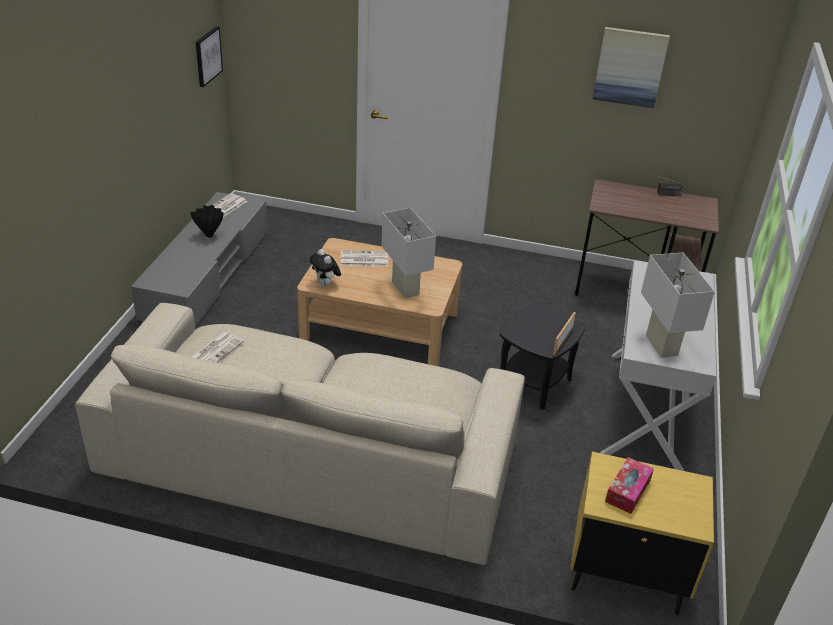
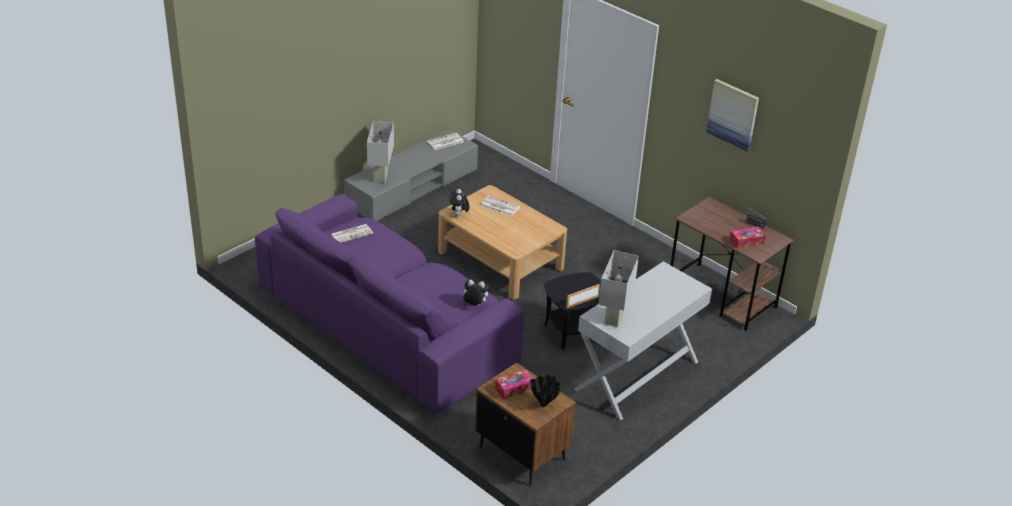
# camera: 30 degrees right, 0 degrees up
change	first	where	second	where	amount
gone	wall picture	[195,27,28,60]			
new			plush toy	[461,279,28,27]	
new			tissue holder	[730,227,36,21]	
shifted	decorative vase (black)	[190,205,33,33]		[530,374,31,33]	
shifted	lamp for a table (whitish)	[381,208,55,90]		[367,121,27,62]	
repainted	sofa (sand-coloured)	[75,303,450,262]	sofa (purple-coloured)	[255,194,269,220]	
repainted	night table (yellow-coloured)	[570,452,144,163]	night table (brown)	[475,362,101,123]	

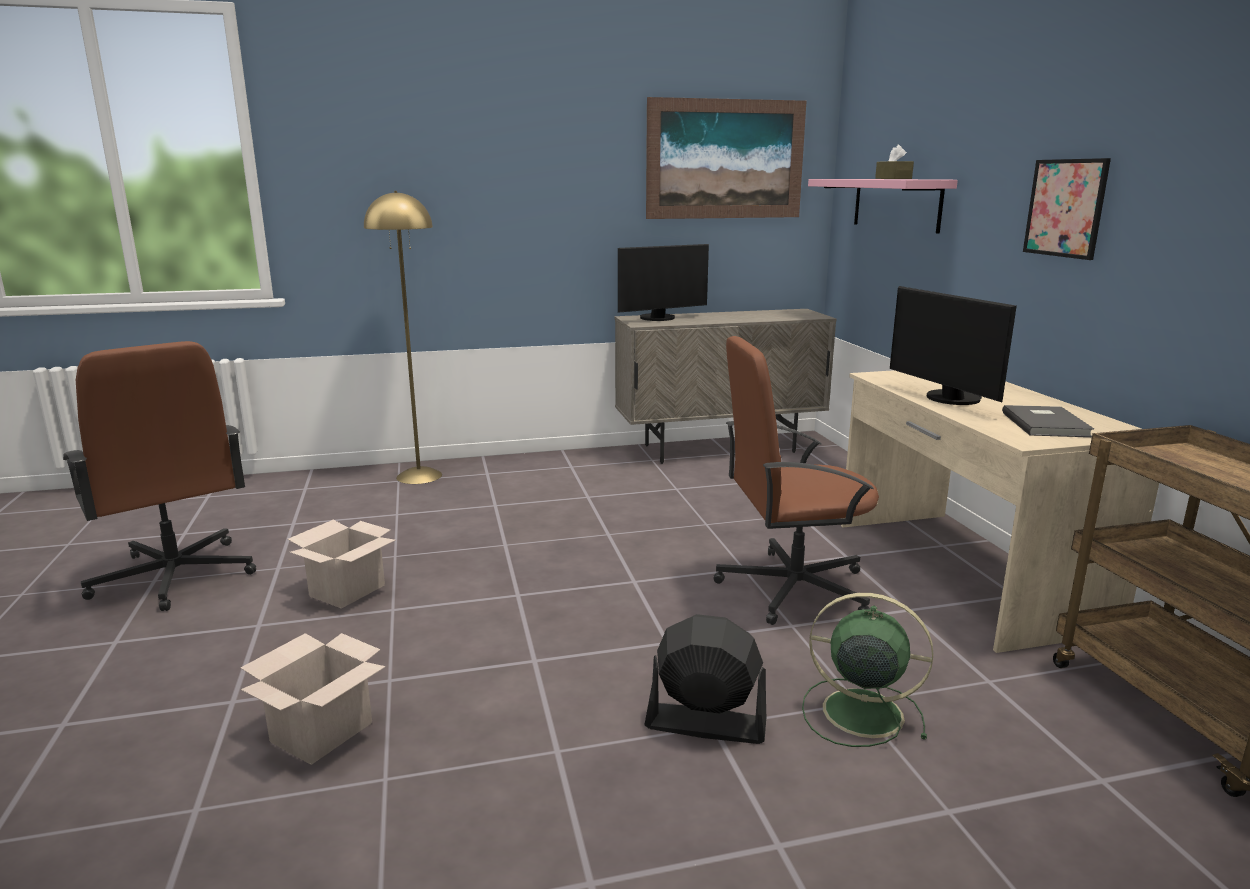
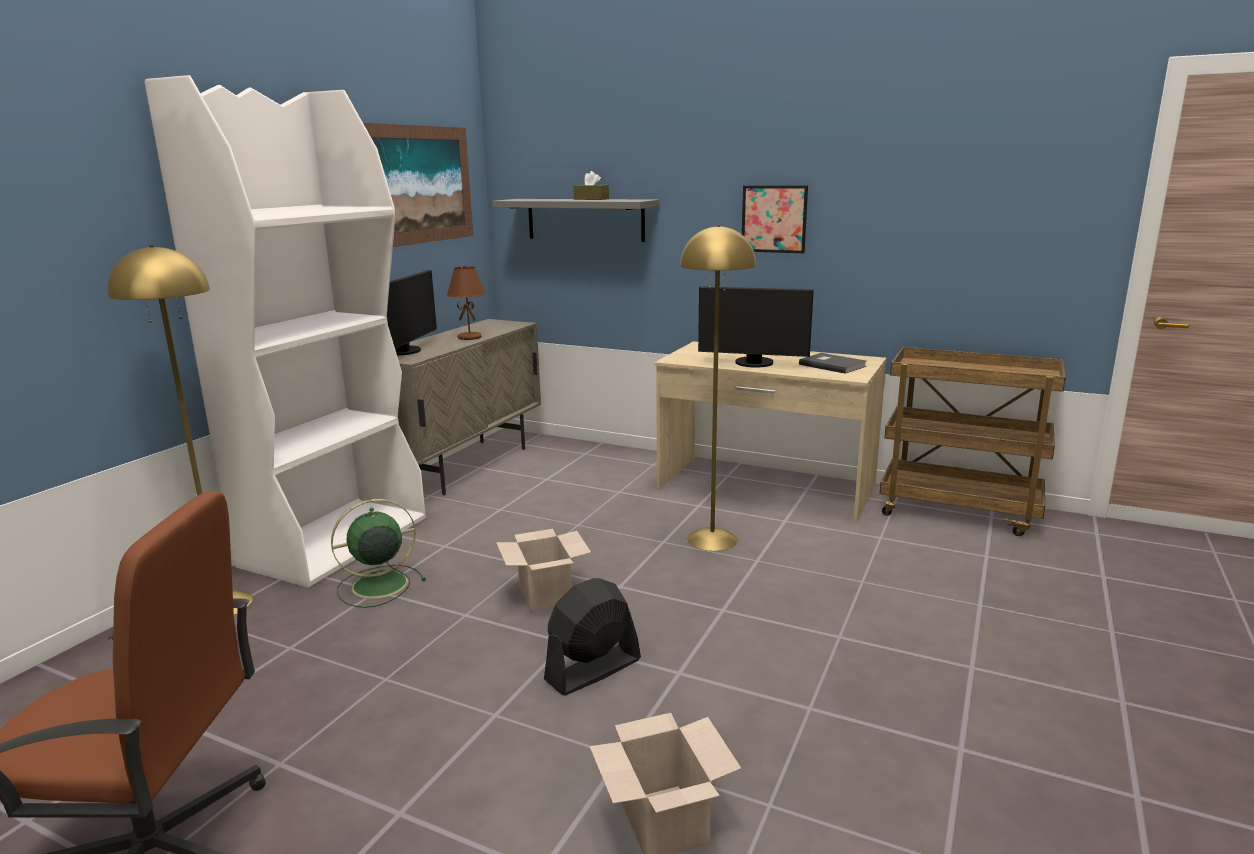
# camera: 50 degrees left, 0 degrees up
change	first	where	second	where	amount
new			bookshelf (whitish)	[145,75,281,513]	
new			lamp for a table (brown)	[447,266,39,74]	
shifted	cardboard box	[288,520,108,89]		[496,529,95,82]	
shifted	fan (black)	[644,614,122,130]		[544,578,97,117]	
shifted	fan (green)	[802,593,131,154]		[331,499,95,109]	
swapped	computer chair (brown)	[713,336,166,289]	standard lamp (yellow-coloured)	[680,224,76,327]	
repainted	bracket shelf (pink-coloured)	[808,179,150,55]	bracket shelf (gray)	[492,199,167,43]	

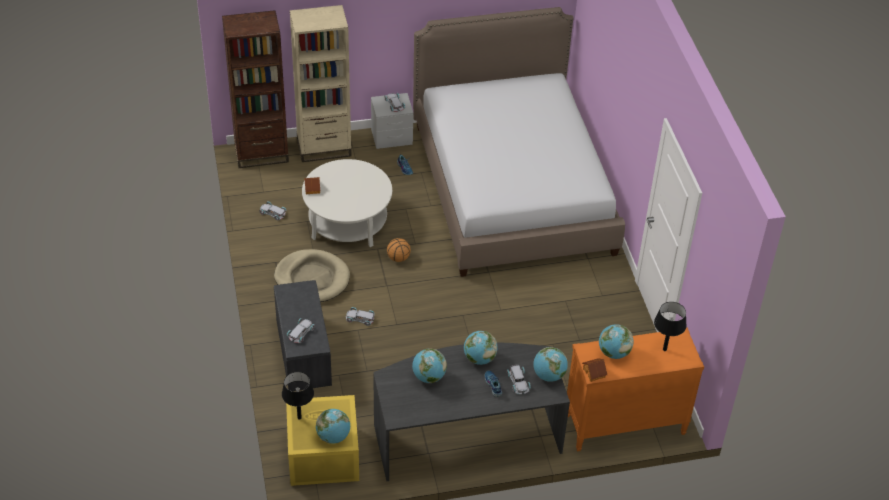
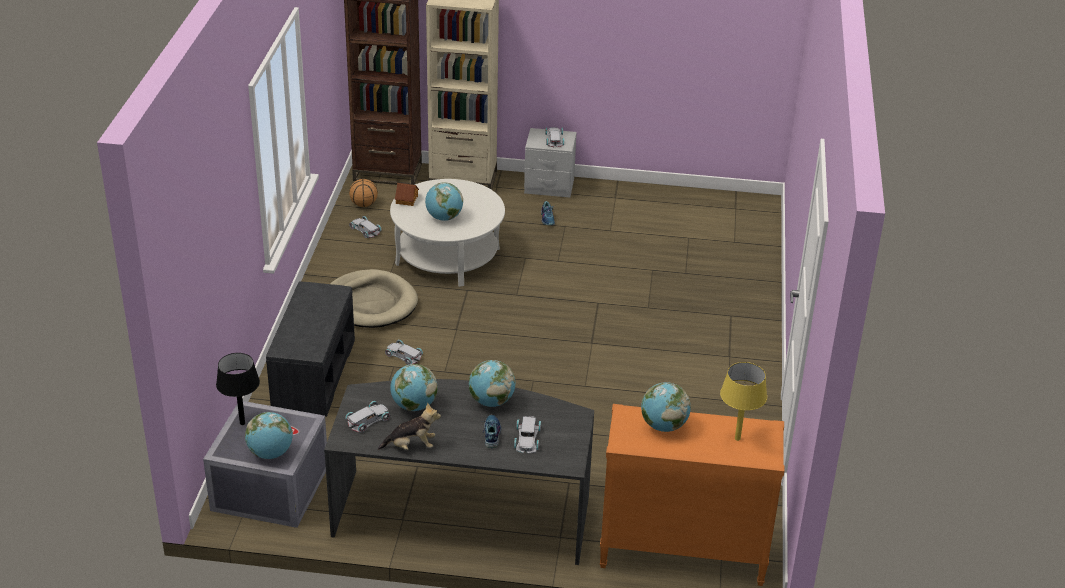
# camera: 20 degrees right, 10 degrees down
change	first	where	second	where	amount
gone	bed	[413,7,212,270]			
gone	toy house	[582,358,25,24]			
new			plush toy	[378,402,63,48]	
shifted	model car (whitish)	[286,318,29,25]		[345,401,45,32]	
shifted	basketball	[387,238,24,24]		[349,179,29,28]	
shifted	desk globe	[533,347,35,35]		[425,182,38,39]	
repainted	storage bin (yellow-coloured)	[286,395,73,91]	storage bin (gray)	[203,401,124,127]	
repainted	lamp for a table (black)	[654,302,33,49]	lamp for a table (yellow-coloured)	[720,362,47,79]	

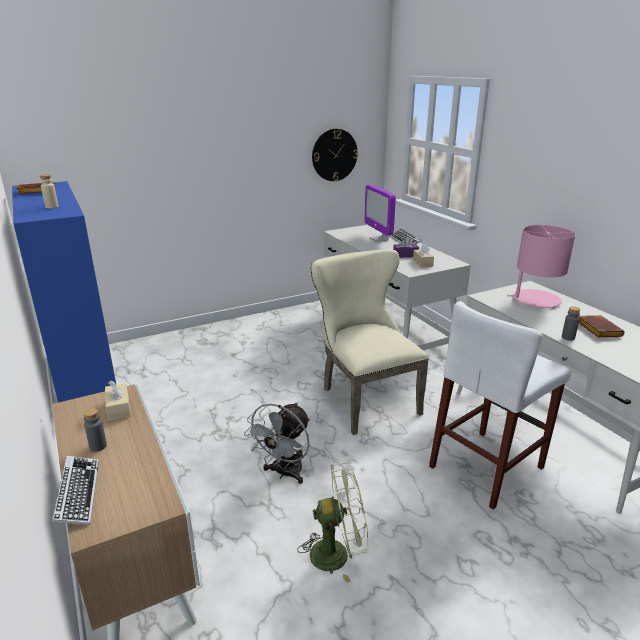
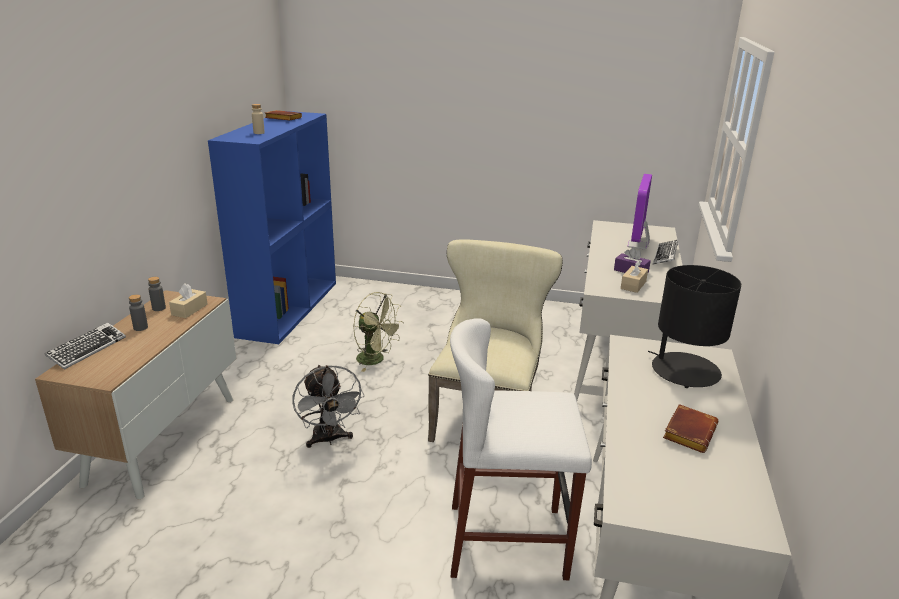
# camera: 40 degrees right, 0 degrees up
change	first	where	second	where	amount
gone	clock on the wall	[312,129,46,52]			
shifted	fan (green)	[297,463,72,120]		[353,292,50,80]	
shifted	beverage bottle (gray)	[562,306,18,35]		[148,277,18,34]	
repainted	lamp for a table (pink-coloured)	[507,225,69,83]	lamp for a table (black)	[648,265,93,123]	
rotated	fan (gray)	[244,403,66,81]		[292,365,73,83]	90 degrees counterclockwise

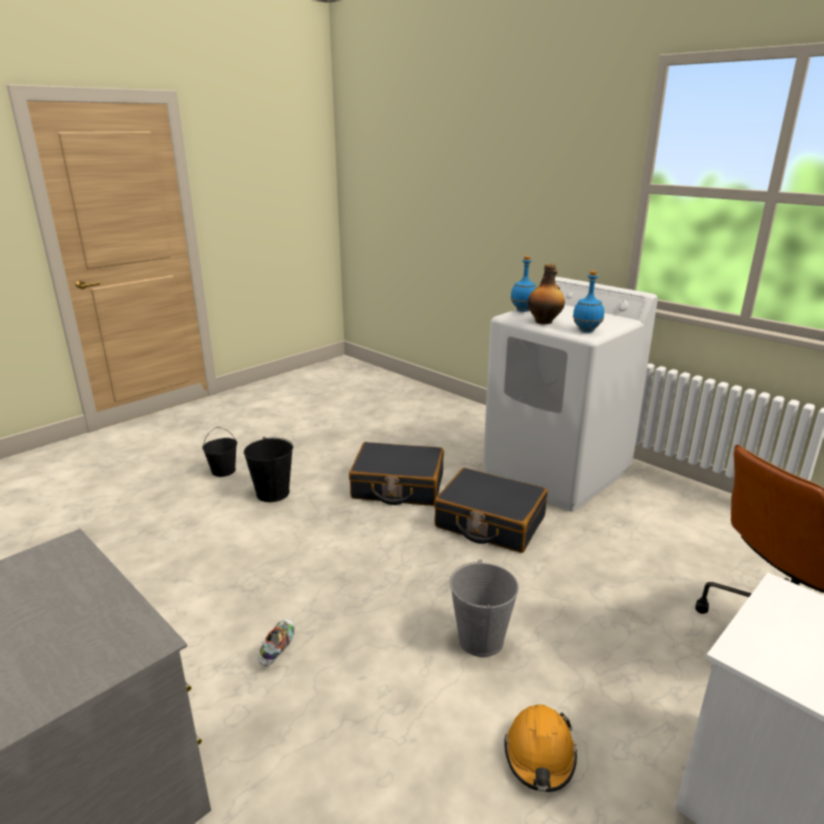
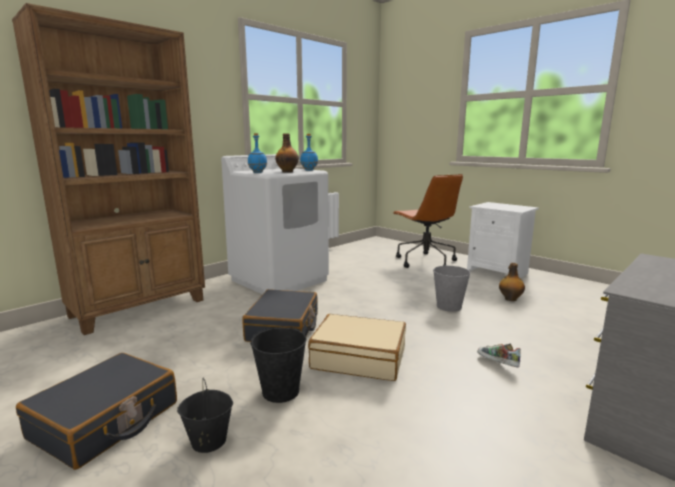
# camera: 90 degrees left, 10 degrees down
change	first	where	second	where	amount
new			bookshelf (brown)	[12,3,193,332]	
new			suitcase (sand-coloured)	[308,314,98,67]	
shifted	suitcase (black)	[434,468,114,85]		[16,353,161,117]	
swapped	hard hat (orange-coloured)	[504,704,73,88]	beverage bottle	[499,263,26,38]	
rotated	item of footwear	[258,619,36,47]		[477,344,44,24]	45 degrees clockwise

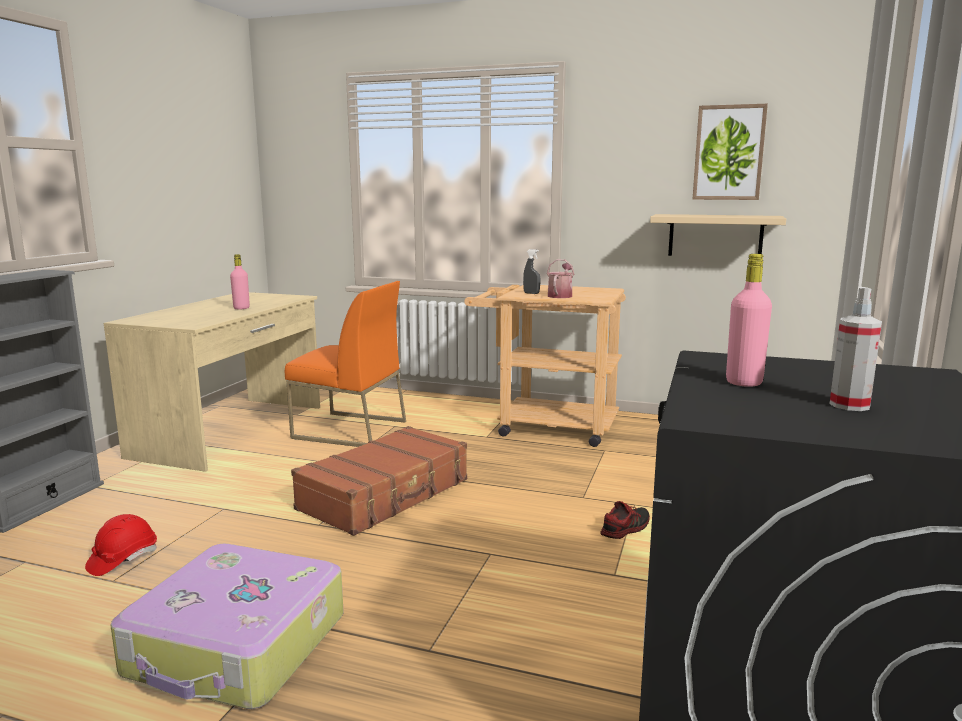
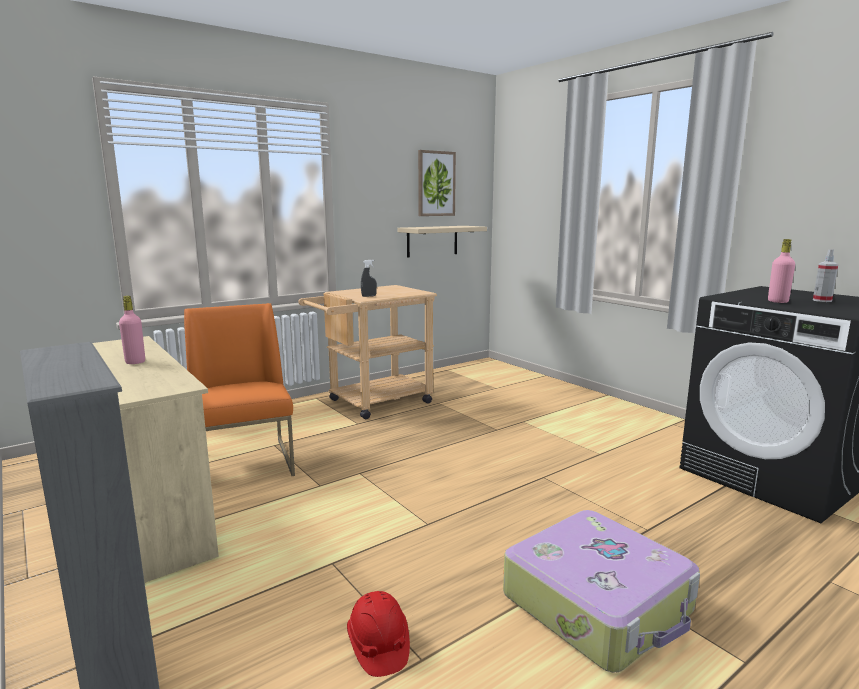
# camera: 55 degrees left, 0 degrees up
change	first	where	second	where	amount
gone	suitcase (brown)	[291,426,176,110]			
gone	watering can	[547,259,27,39]			
gone	item of footwear	[600,501,50,38]			
rotated	plain chair (orange-coloured)	[285,281,121,166]		[184,303,111,173]	75 degrees counterclockwise

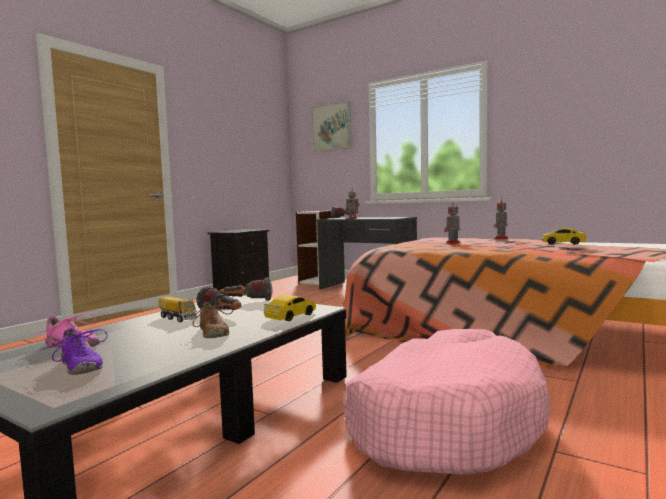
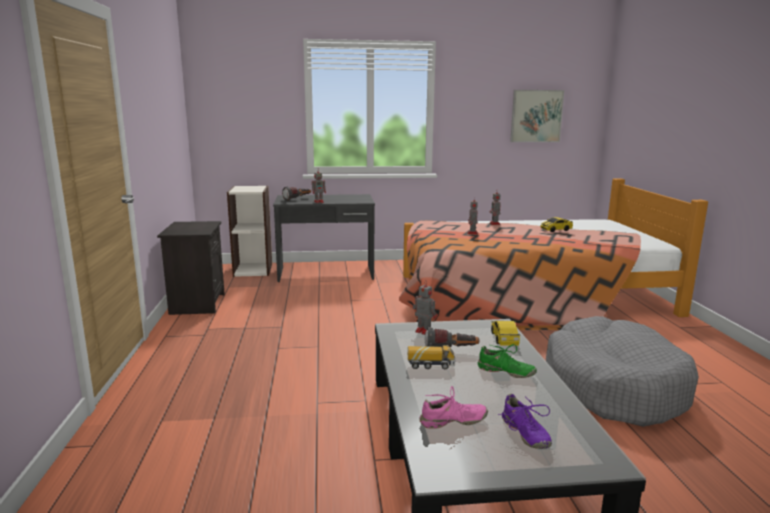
# camera: 40 degrees left, 10 degrees up
change	first	where	second	where	amount
shifted	wall picture	[311,101,40,51]		[510,90,55,52]	
swapped	flashlight	[220,277,53,24]	toy robot	[412,280,25,55]	
repainted	item of footwear (brown)	[187,302,47,36]	item of footwear (green)	[478,344,59,34]	
repainted	pet bed (pink-coloured)	[343,329,208,146]	pet bed (gray)	[546,316,153,111]	
rotated	item of footwear (purple-coloured)	[43,328,65,47]		[498,394,54,55]	60 degrees clockwise

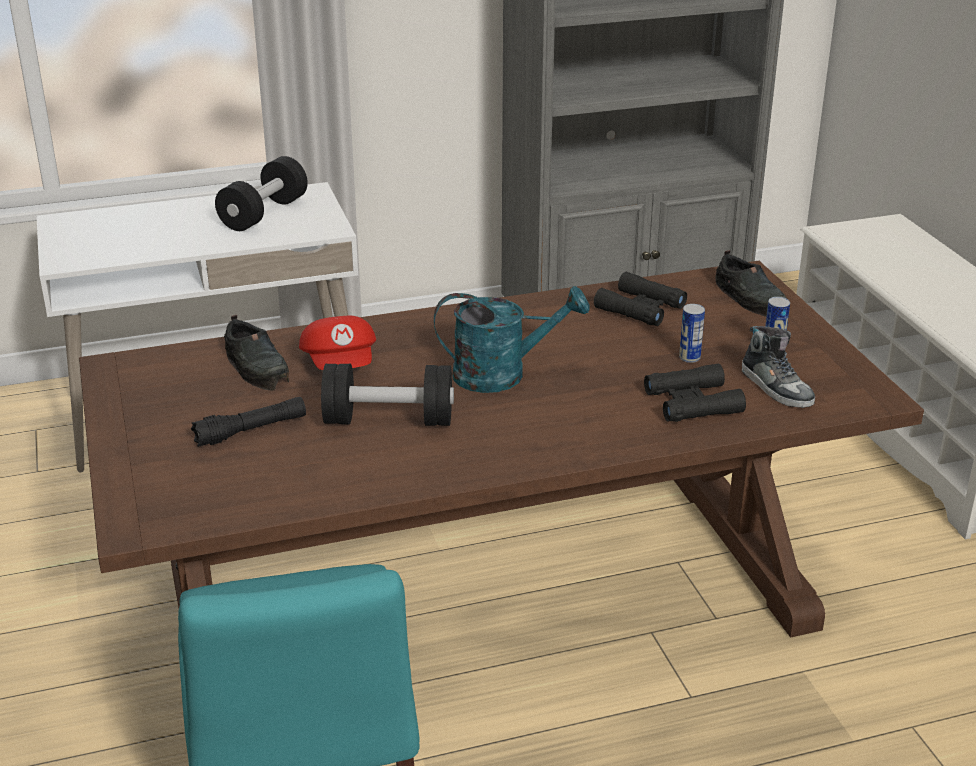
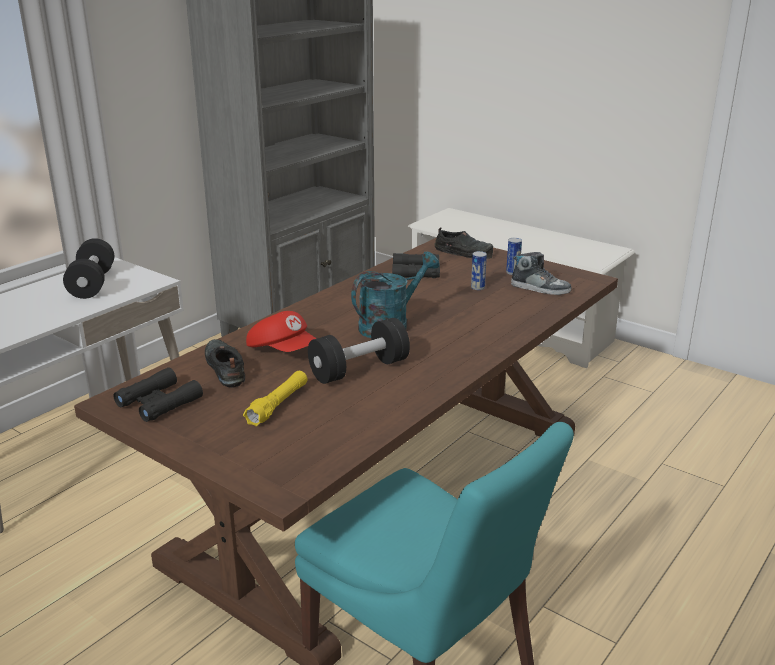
# camera: 35 degrees left, 5 degrees down
change	first	where	second	where	amount
shifted	field glasses (black)	[644,363,102,59]		[113,367,90,55]	
repainted	flashlight (black)	[191,397,115,50]	flashlight (yellow-coloured)	[243,371,65,55]	
rotated	item of footwear (black)	[224,315,65,76]		[205,339,40,49]	135 degrees counterclockwise

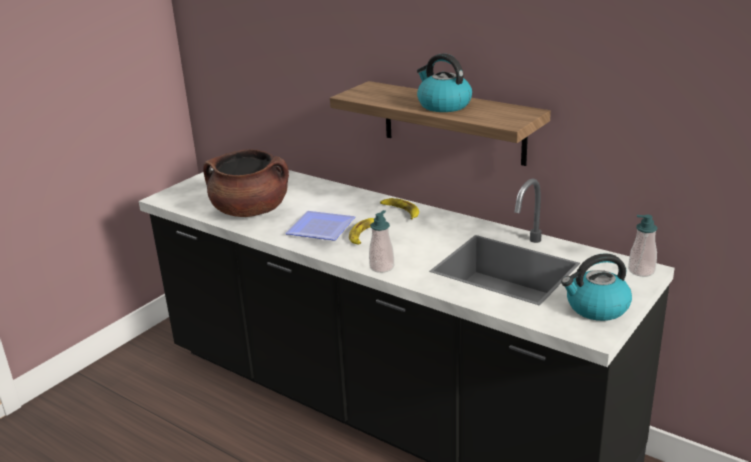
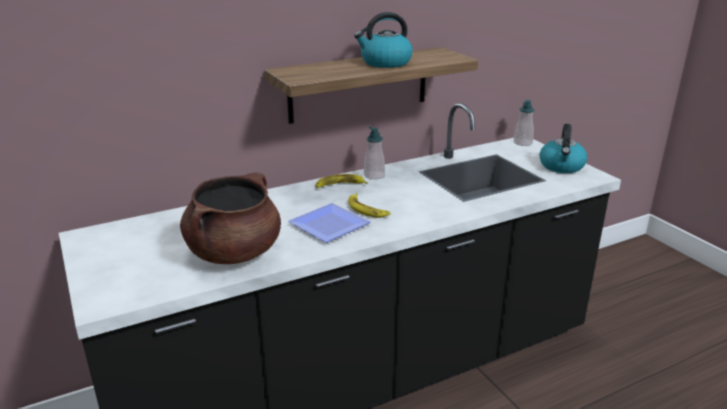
# camera: 65 degrees left, 0 degrees up
change	first	where	second	where	amount
shifted	liquid soap bottle	[369,210,25,63]		[364,126,21,54]	

